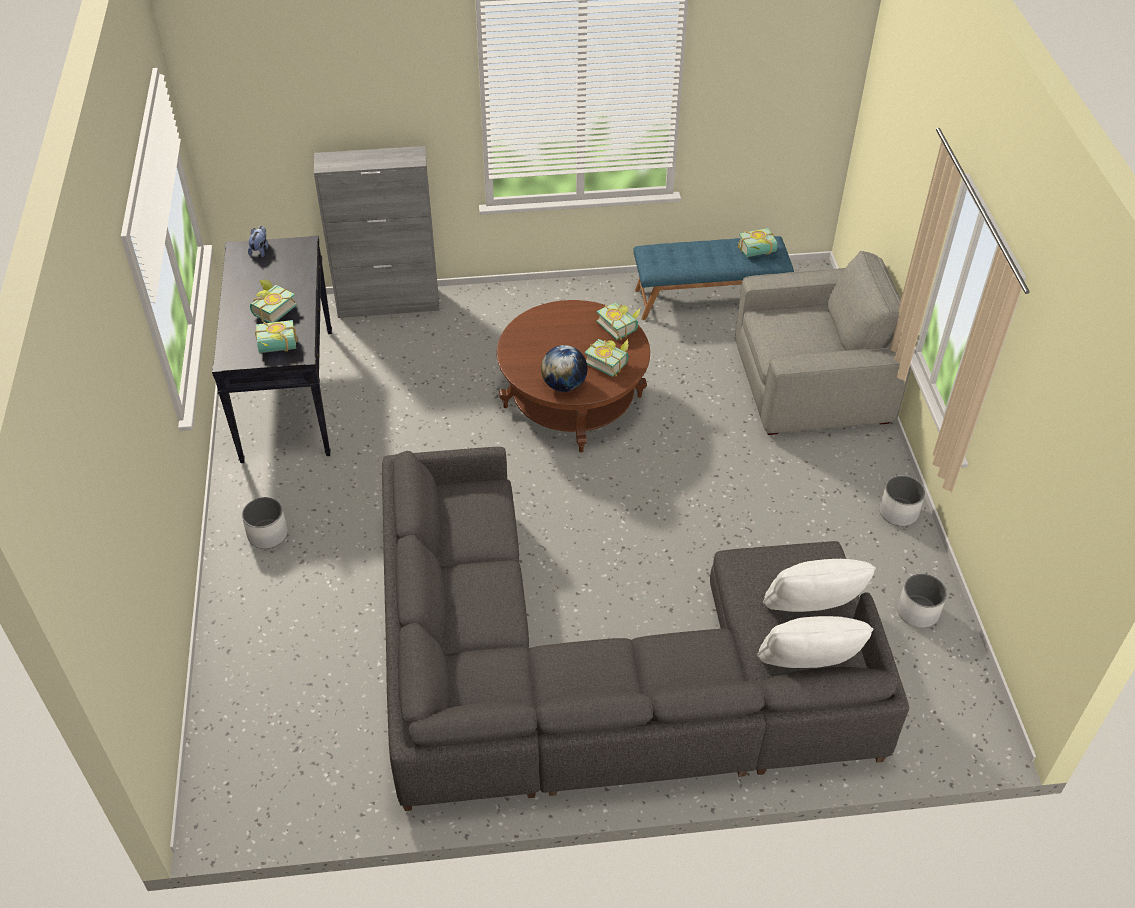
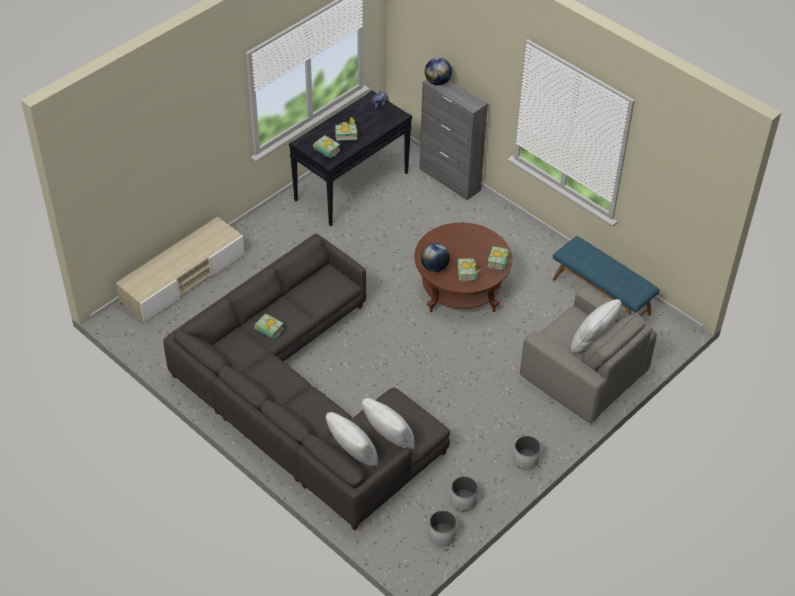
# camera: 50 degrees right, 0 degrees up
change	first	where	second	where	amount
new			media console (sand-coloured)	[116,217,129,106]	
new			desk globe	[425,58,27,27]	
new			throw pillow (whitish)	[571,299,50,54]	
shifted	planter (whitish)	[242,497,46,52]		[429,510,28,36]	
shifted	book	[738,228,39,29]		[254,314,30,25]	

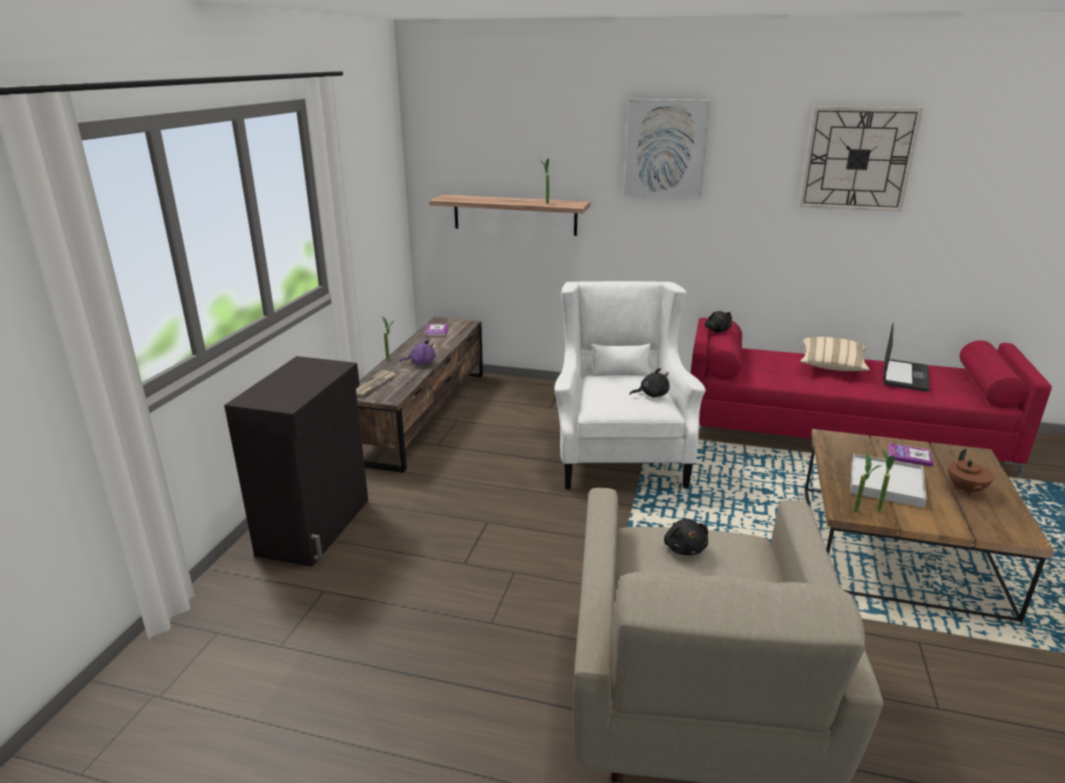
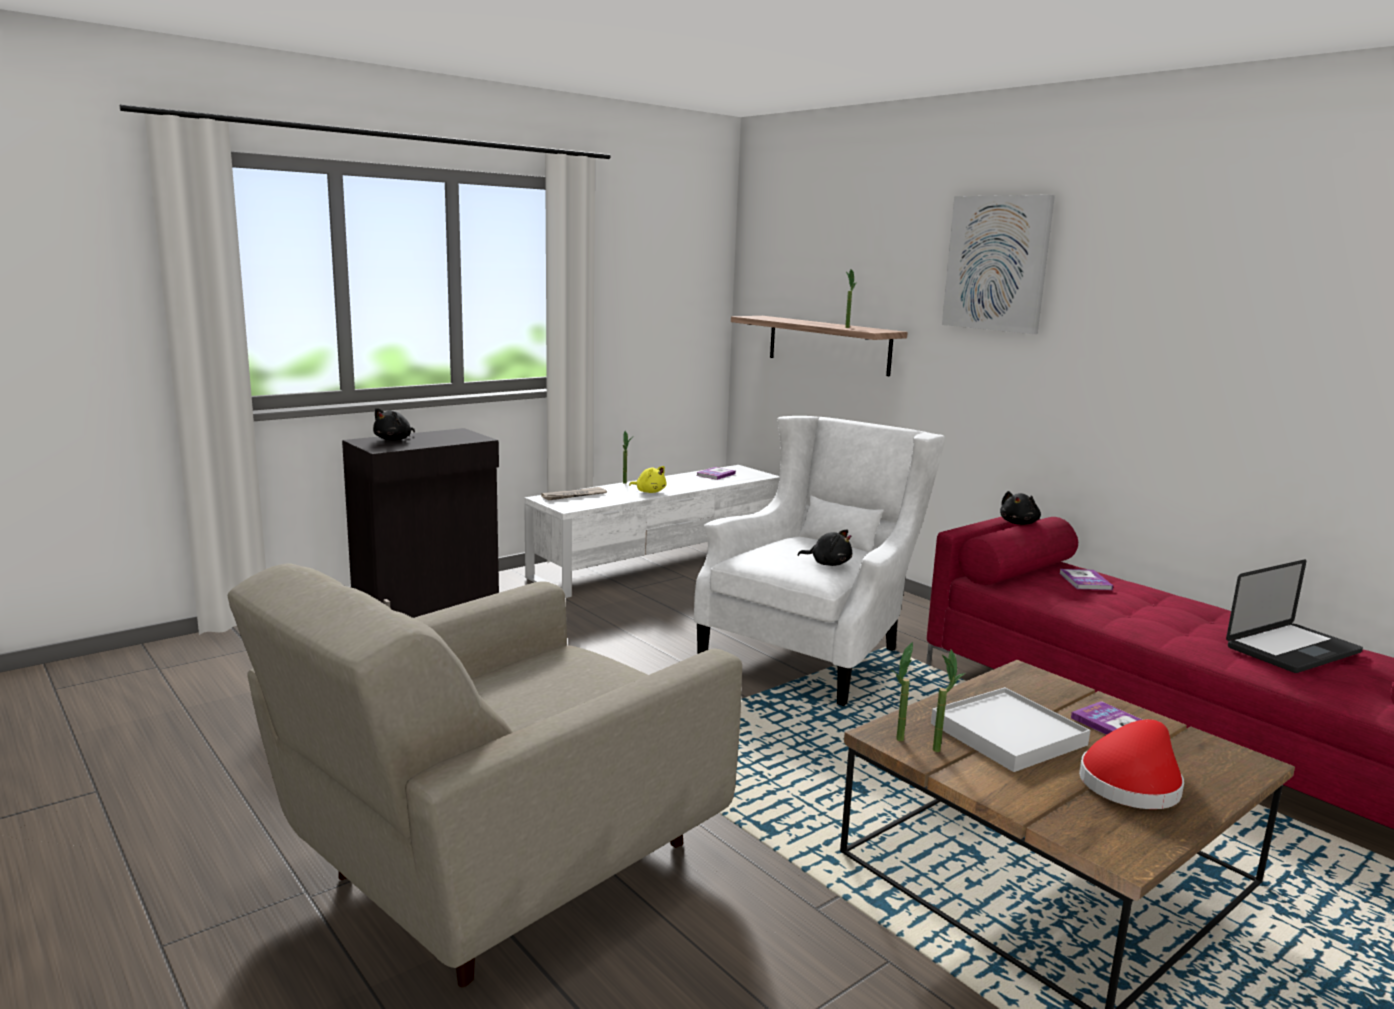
# camera: 35 degrees right, 10 degrees down
change	first	where	second	where	amount
gone	clock on the wall	[799,106,124,106]			
gone	throw pillow (sand-coloured)	[800,337,70,34]			
new			book	[1059,569,54,21]	
shifted	plush toy (black)	[664,519,44,36]		[373,408,42,33]	
swapped	teapot (brown)	[948,449,46,46]	hat (red)	[1079,719,105,90]	
repainted	media console (brown)	[357,317,126,156]	media console (whitish)	[524,465,256,133]	
repainted	plush toy (purple-coloured)	[400,340,35,25]	plush toy (yellow-coloured)	[629,466,37,27]	

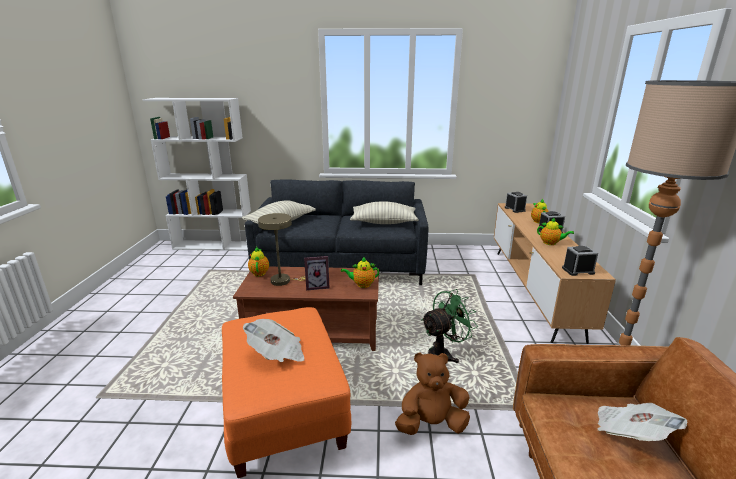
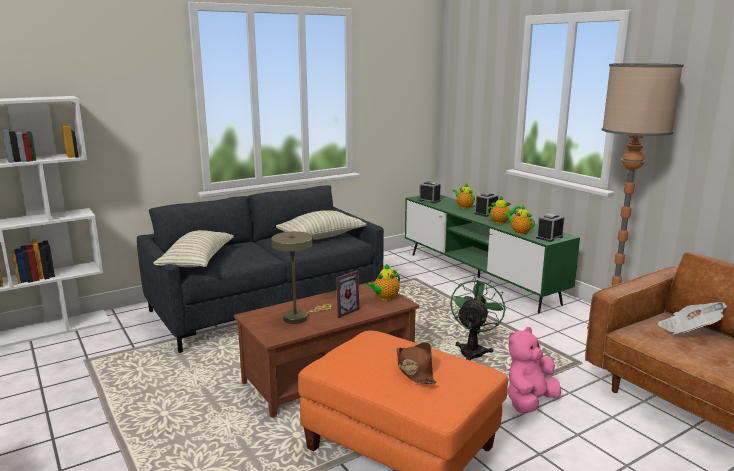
# camera: 35 degrees left, 5 degrees down
change	first	where	second	where	amount
shifted	teapot	[248,247,21,29]		[504,205,31,30]	
swapped	newspaper	[243,319,62,43]	hat (brown)	[397,342,40,42]	
repainted	plush toy (brown)	[395,353,75,82]	plush toy (pink-coloured)	[508,327,53,86]	
repainted	media console (brown)	[494,203,122,141]	media console (green)	[405,195,175,118]	

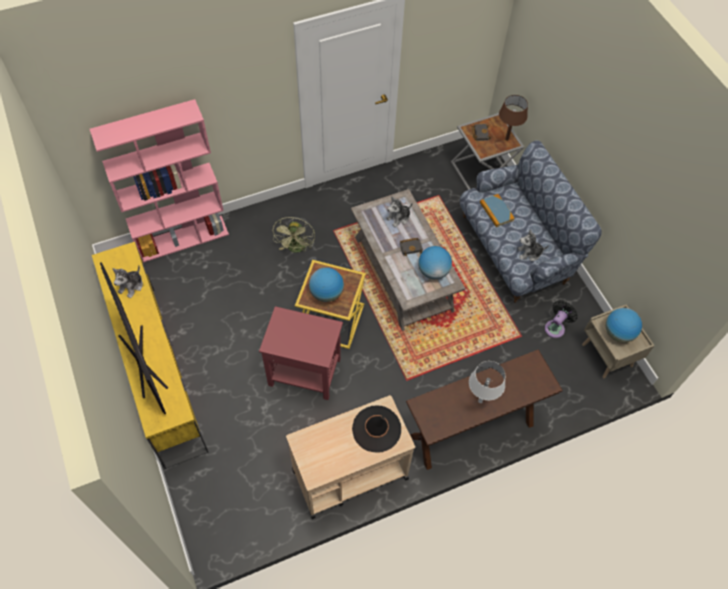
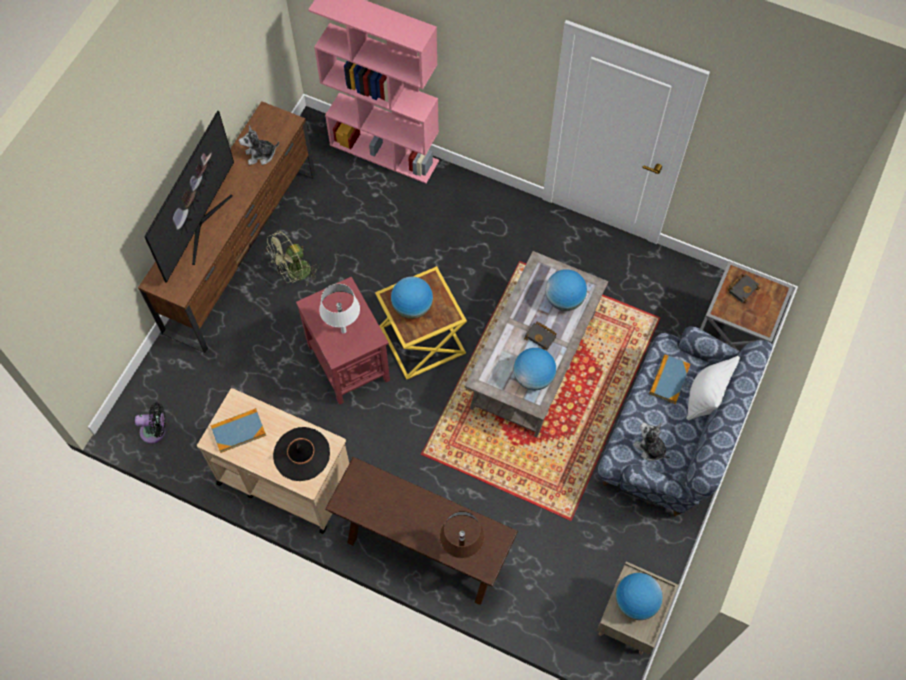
# camera: 50 degrees right, 5 degrees up
change	first	where	second	where	amount
new			book	[210,408,56,45]	
new			throw pillow (whitish)	[686,356,54,64]	
shifted	fan (green)	[273,217,42,36]		[267,230,51,55]	
shifted	lamp for a table (whitish)	[469,361,36,42]		[319,284,41,50]	
shifted	lamp for a table (brown)	[499,95,29,46]		[440,511,44,47]	
shifted	fan (black)	[545,301,33,37]		[135,402,30,42]	
swapped	plush toy	[386,196,27,31]	desk globe	[545,269,42,42]	
repainted	media console (yellow-coloured)	[92,242,117,227]	media console (brown)	[138,102,178,251]	

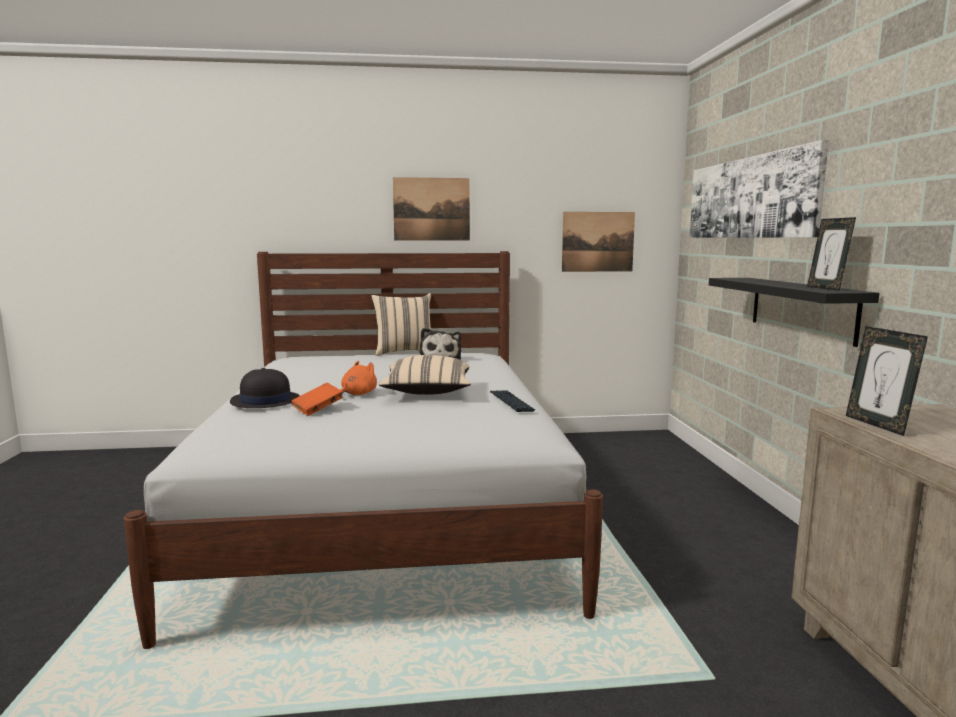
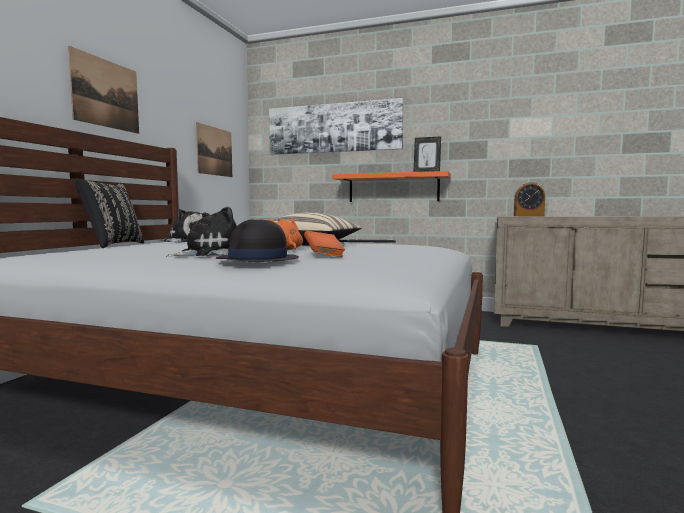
# camera: 65 degrees left, 5 degrees down
change	first	where	second	where	amount
new			plush toy	[166,206,71,51]	
swapped	photo frame	[846,326,82,110]	alarm clock	[514,182,31,34]	
repainted	throw pillow (sand-coloured)	[371,293,60,63]	throw pillow (black)	[75,178,69,70]	
repainted	bracket shelf (black)	[709,278,171,69]	bracket shelf (orange-coloured)	[332,171,119,31]	

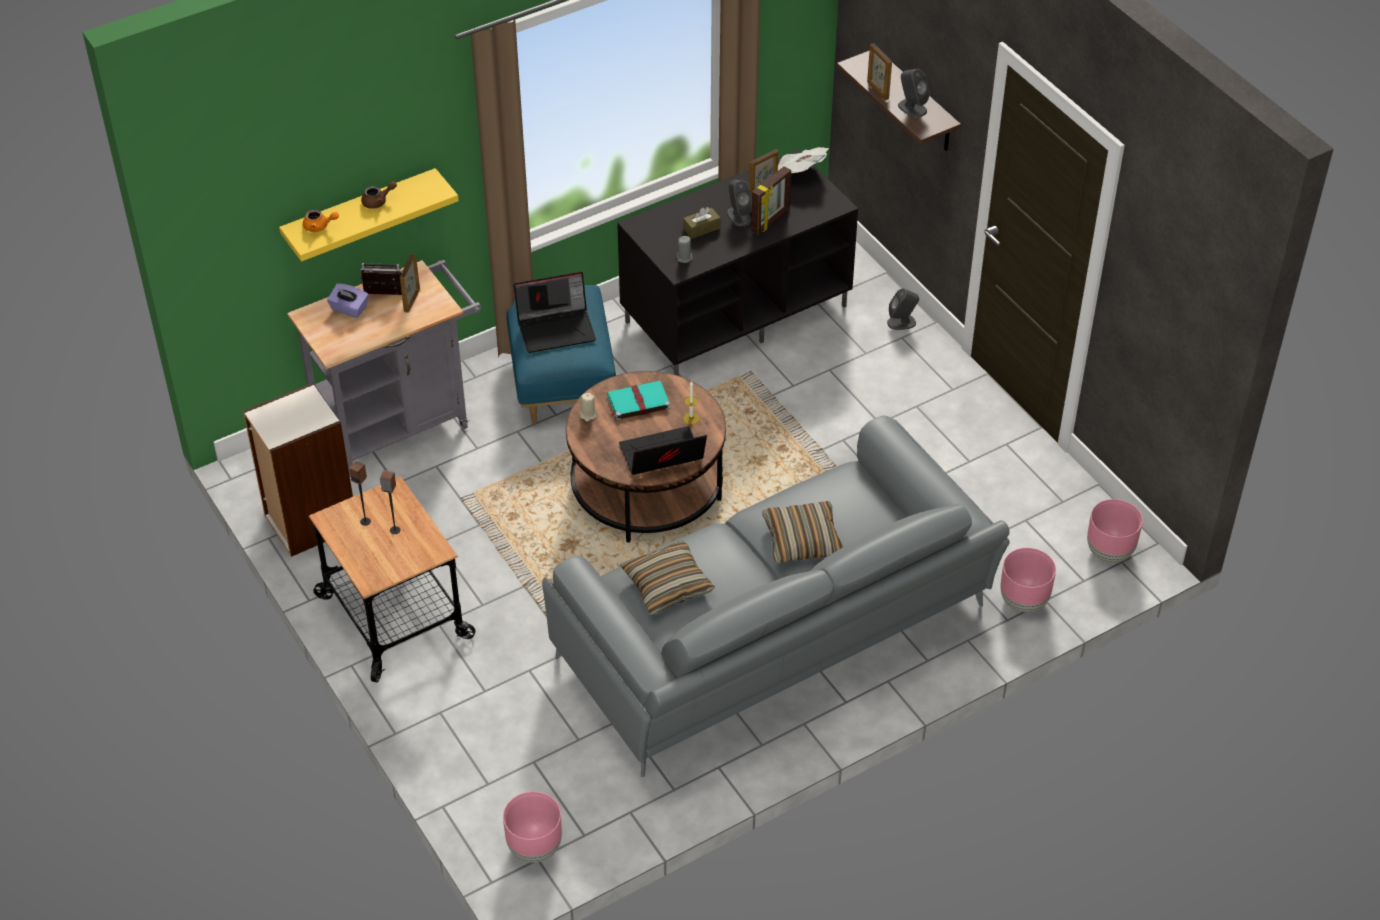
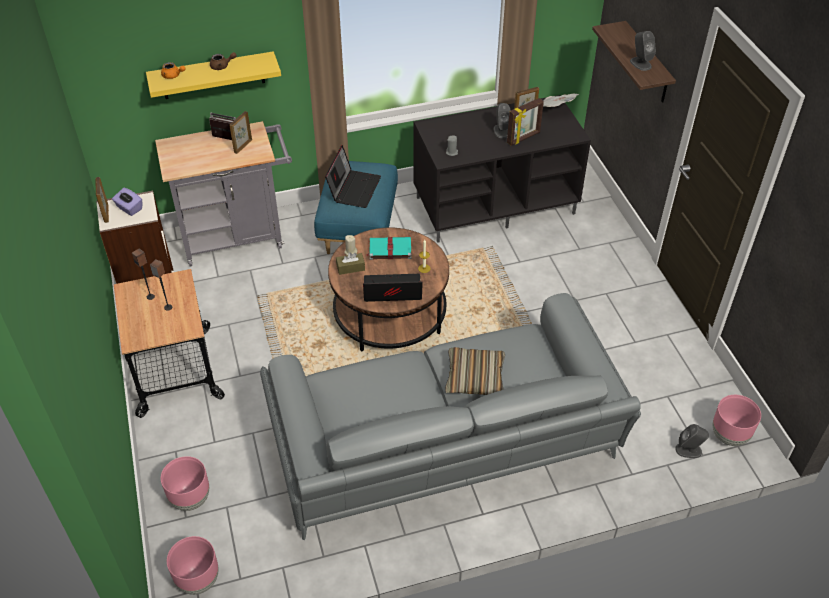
# camera: 15 degrees right, 0 degrees up
change	first	where	second	where	amount
gone	throw pillow	[620,541,95,74]			
shifted	tissue holder (purple-coloured)	[327,284,42,34]		[112,188,30,28]	
shifted	tissue holder (brown)	[683,207,37,32]		[336,252,29,23]	
shifted	photo frame	[867,43,25,57]		[96,177,13,46]	
shifted	speaker (gray)	[887,288,32,42]		[675,424,34,34]	
shifted	planter (pink-coloured)	[1001,548,55,64]		[161,456,48,55]	
rotated	portable computer	[514,272,82,81]		[325,145,56,63]	75 degrees counterclockwise

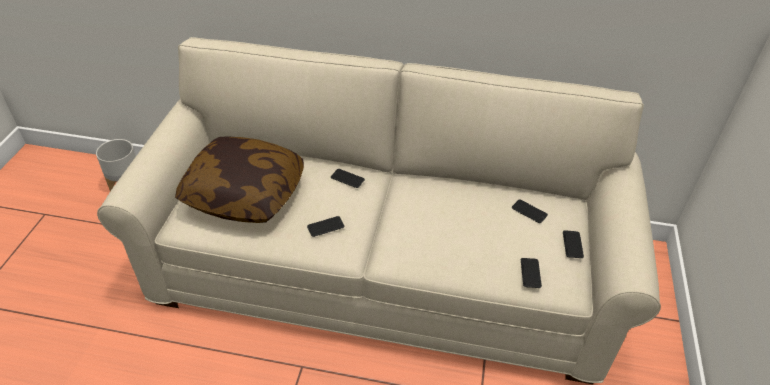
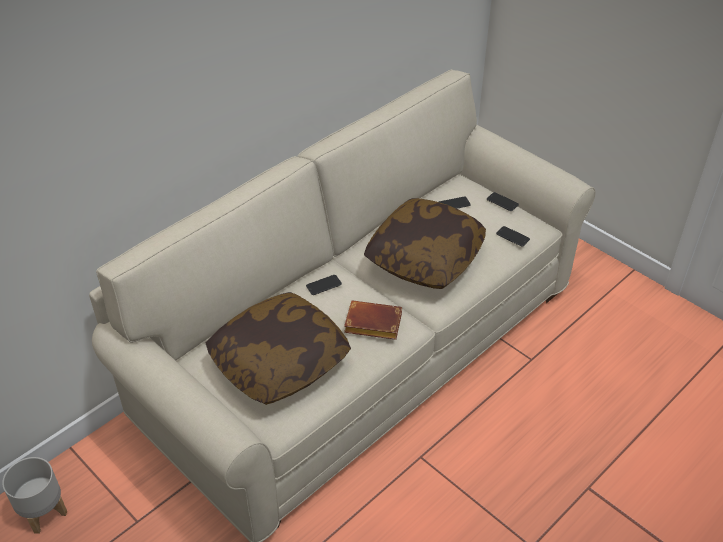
# camera: 55 degrees left, 0 degrees up
change	first	where	second	where	amount
new			throw pillow	[364,198,122,91]	
swapped	telephone	[307,216,37,21]	book (brown)	[344,300,58,40]	

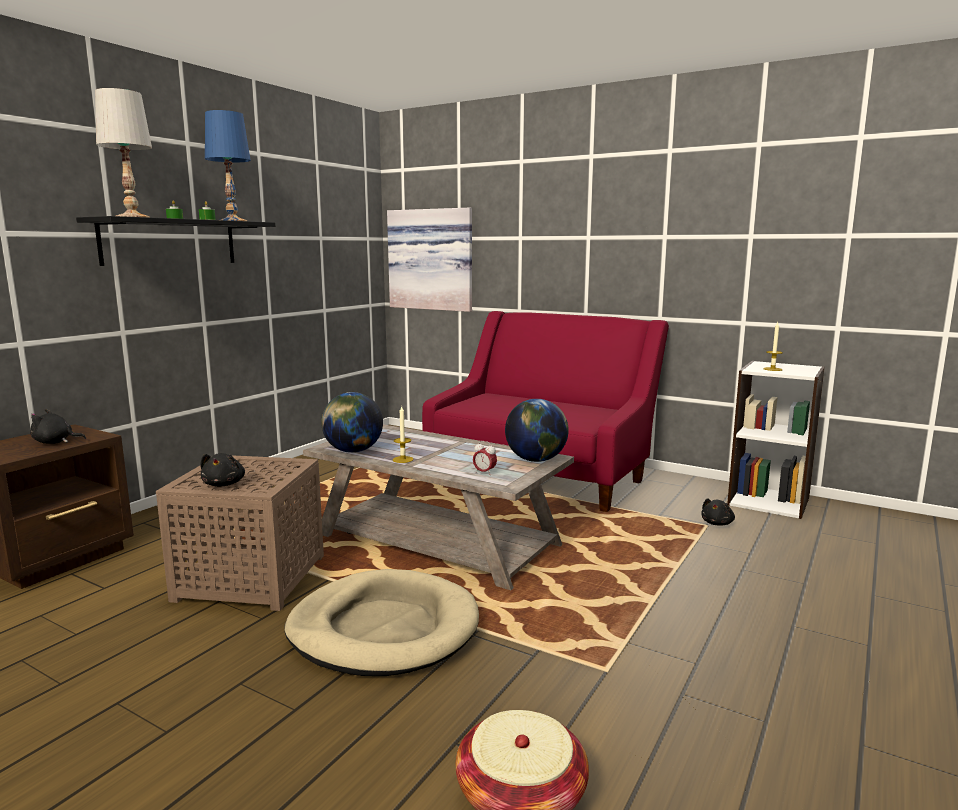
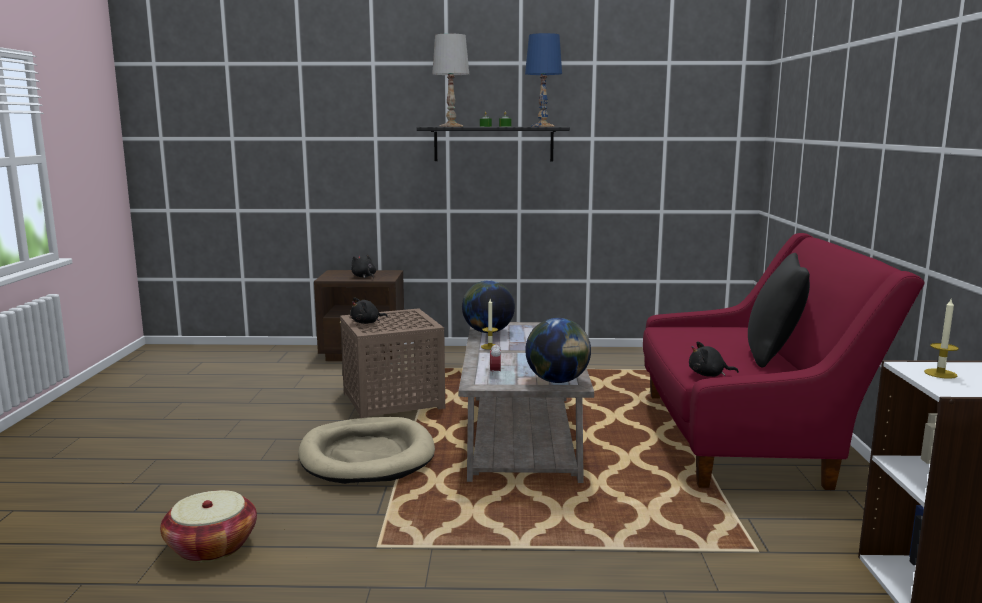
# camera: 60 degrees right, 0 degrees up
change	first	where	second	where	amount
gone	wall picture	[387,208,85,104]			
new			throw pillow (black)	[748,253,62,115]	
shifted	plush toy (black)	[701,498,34,28]		[689,341,50,36]	

